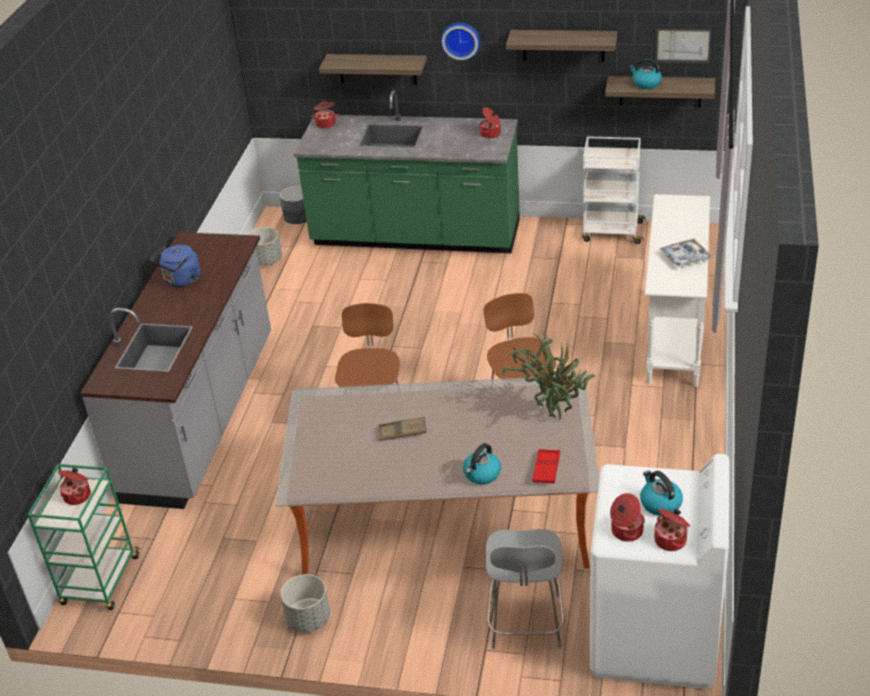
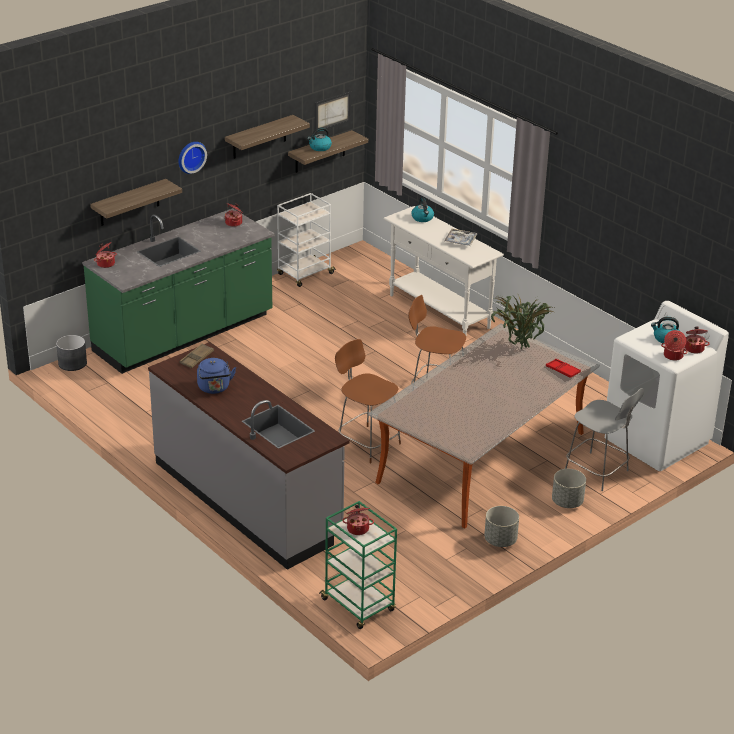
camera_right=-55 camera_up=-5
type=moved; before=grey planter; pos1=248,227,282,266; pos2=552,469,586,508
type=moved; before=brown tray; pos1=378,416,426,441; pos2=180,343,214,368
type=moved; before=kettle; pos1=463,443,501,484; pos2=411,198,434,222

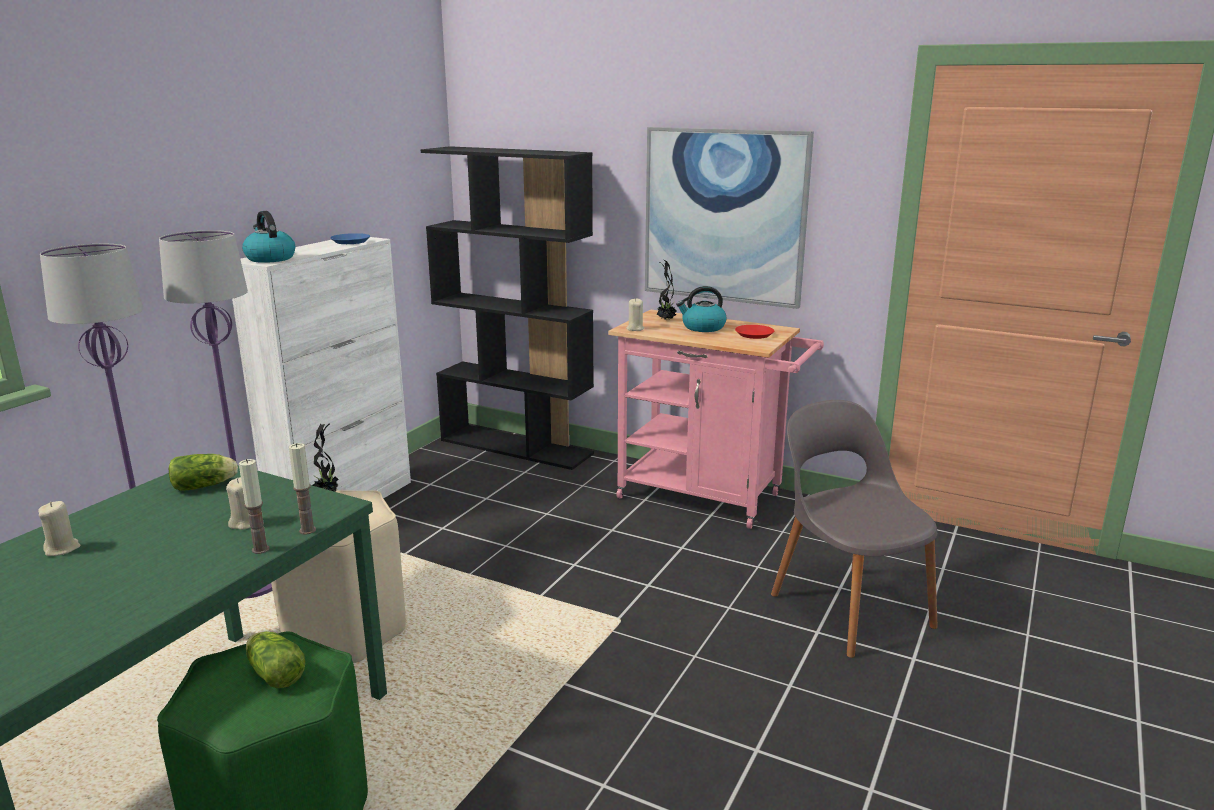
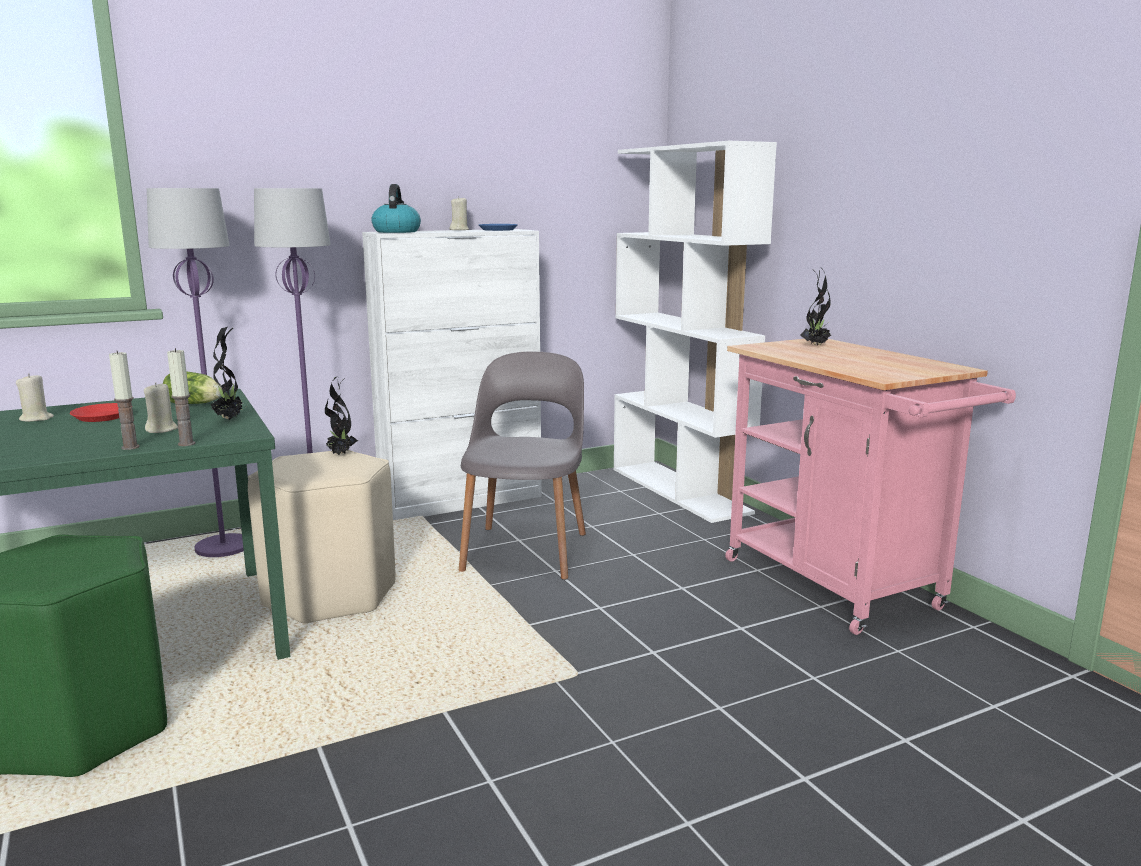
camera_right=35 camera_up=-5
type=removed; before=lettuce; pos1=246,631,305,688
type=removed; before=picture; pos1=645,127,814,309
type=removed; before=kettle; pos1=676,286,727,332
type=added; after=potted plant; pos2=211,327,246,420
type=moved; before=beige candle; pos1=626,298,644,331; pos2=450,196,469,230
type=moved; before=red plate; pos1=735,325,774,339; pos2=70,403,132,422
type=moved; before=grey chair; pos1=771,400,938,658; pos2=458,352,586,580
type=recoloured; before=black bookcase; after=white bookcase; pos1=421,146,594,470; pos2=614,141,777,523

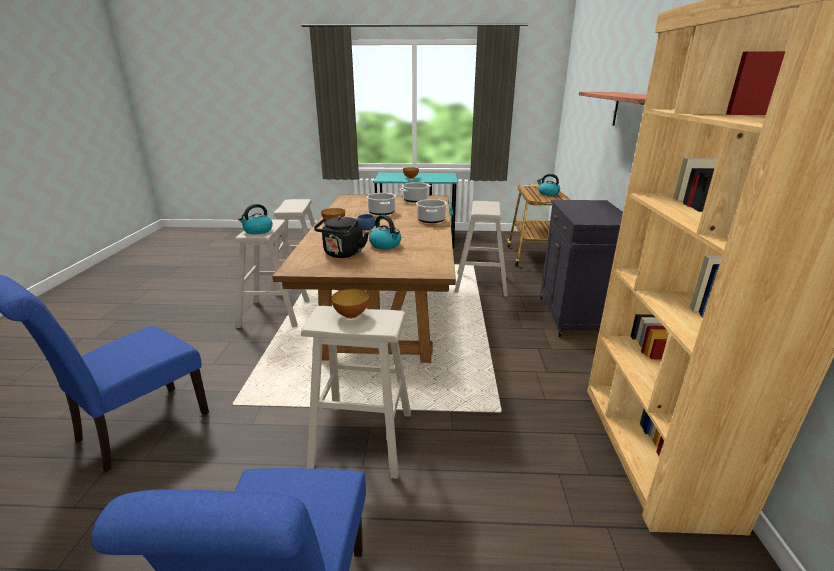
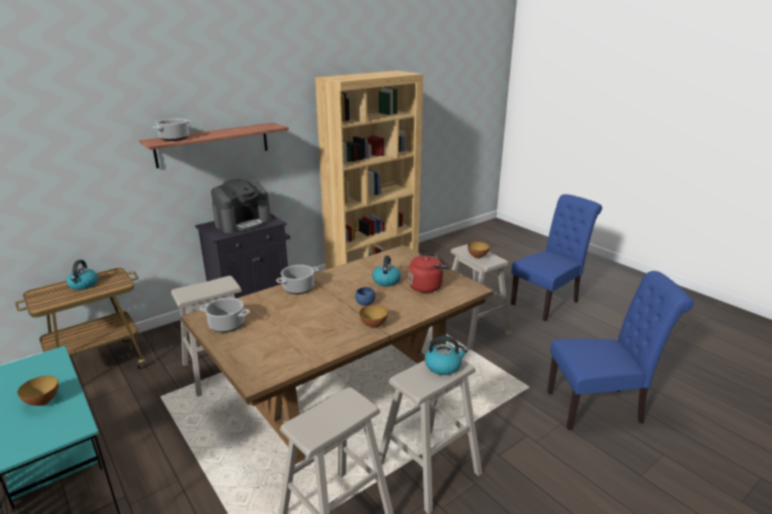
camera_right=-130 camera_up=0
type=added; after=coffee machine; pos2=211,179,271,233
type=moved; before=cooking pot; pos1=367,193,396,215; pos2=152,118,191,141
type=recoloured; before=black kettle; after=red kettle; pos1=314,216,368,258; pos2=408,253,450,293

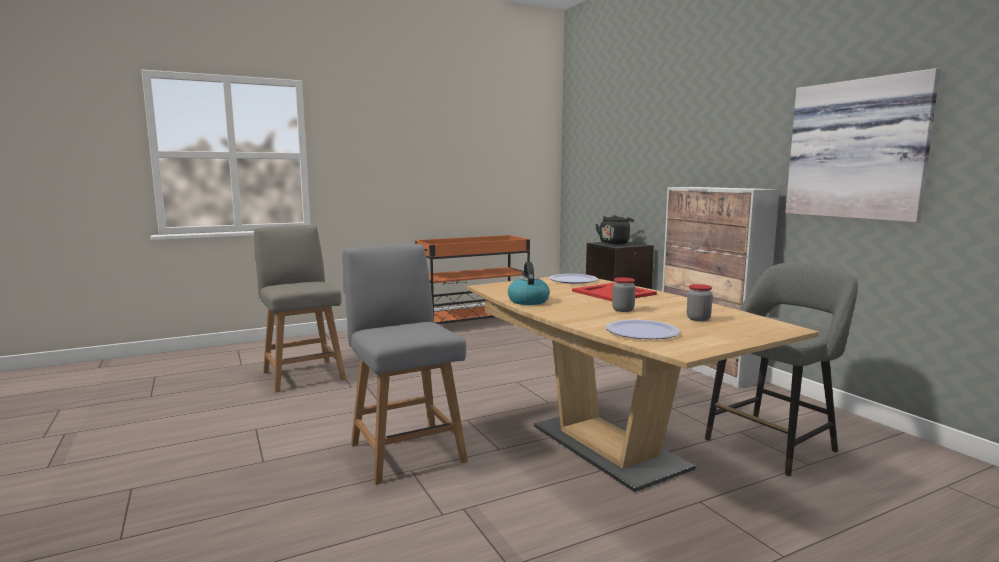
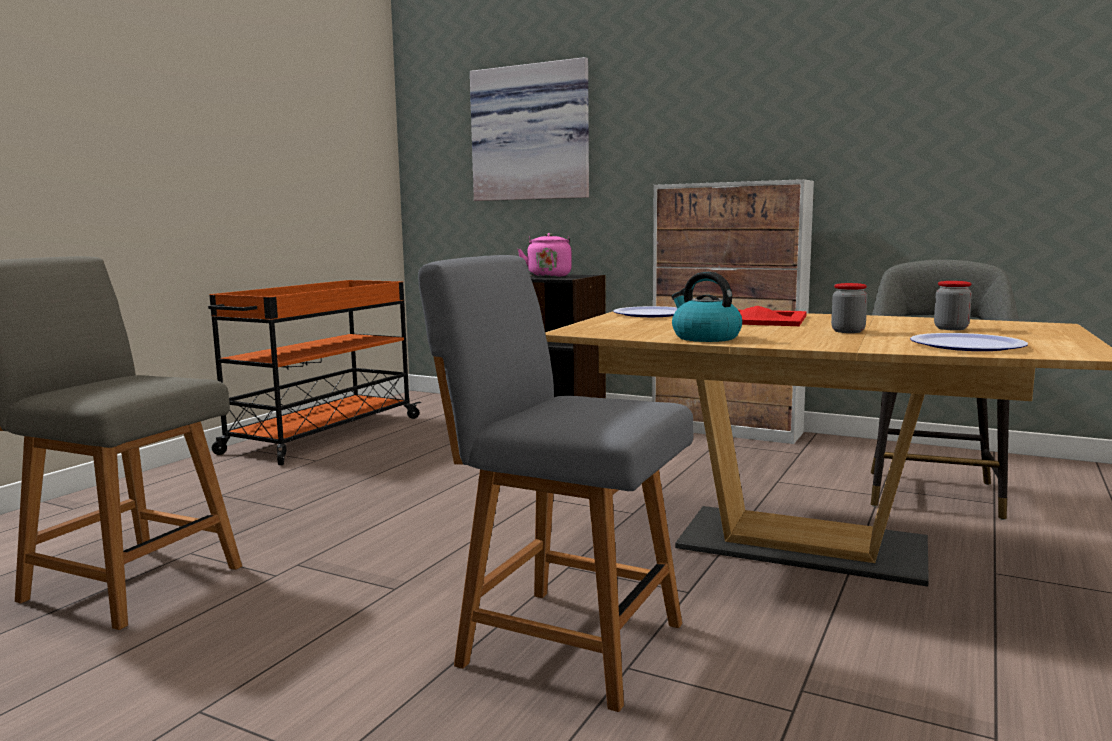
camera_right=-35 camera_up=0
type=moved; before=picture; pos1=785,68,940,222; pos2=470,57,589,201
type=recoloured; before=black kettle; after=pink kettle; pos1=596,215,634,244; pos2=518,233,572,277

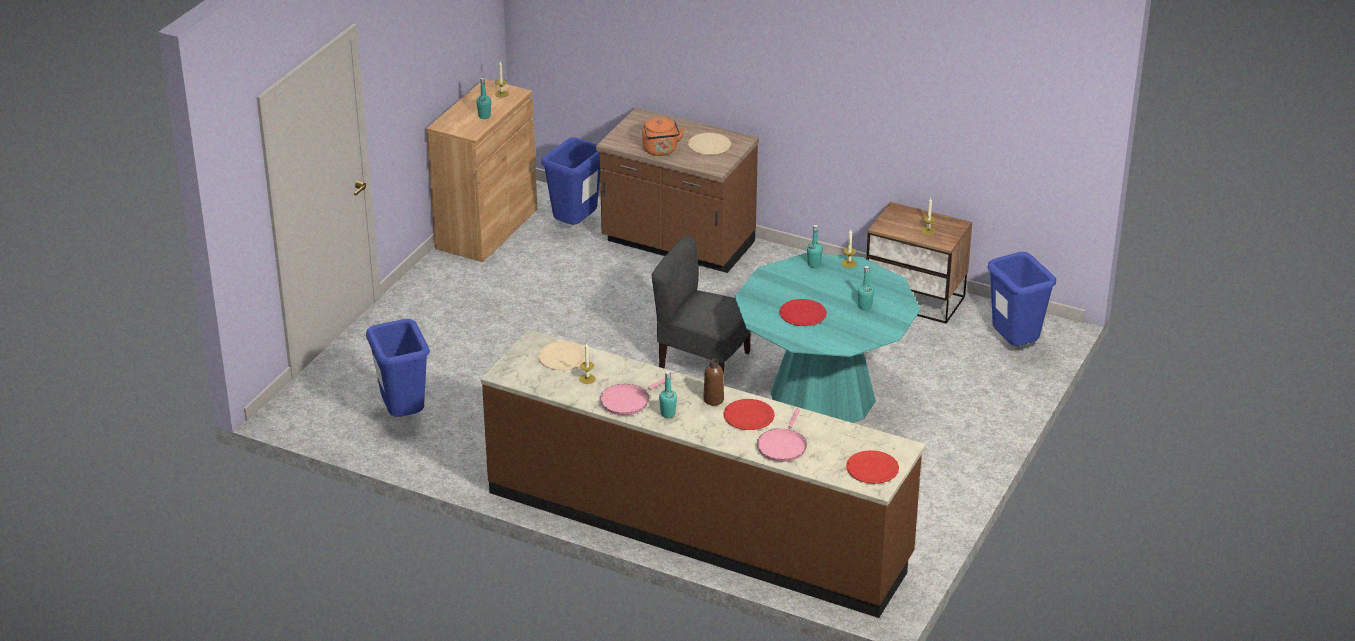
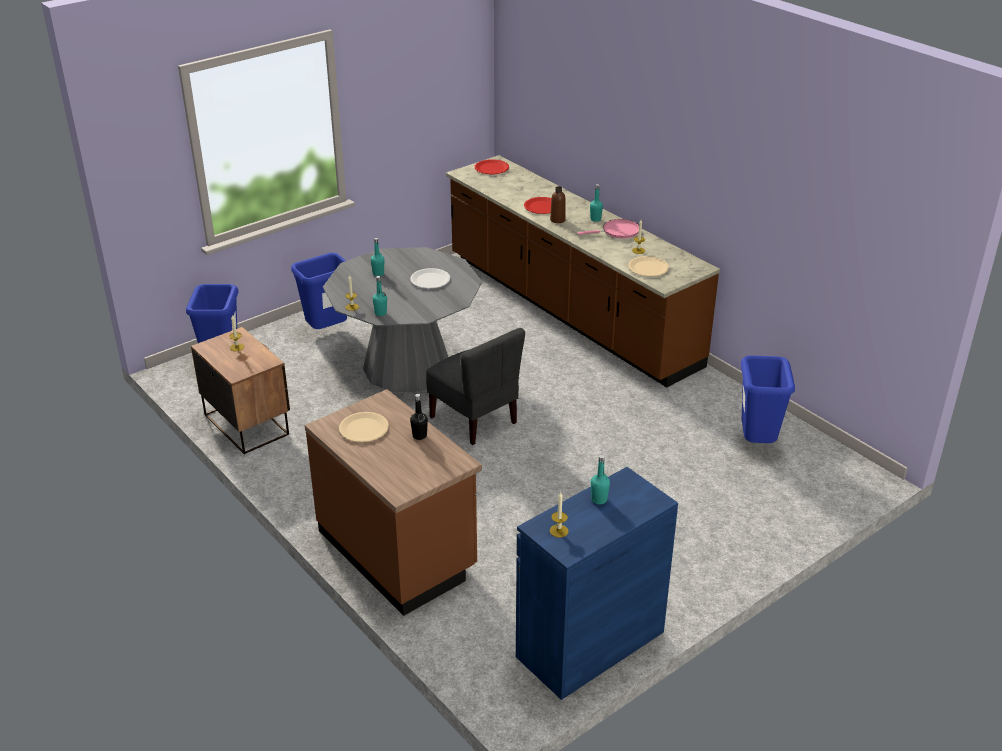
camera_right=-155 camera_up=0
type=removed; before=pink frying pan; pos1=757,409,807,462
type=moved; before=blue trash can; pos1=541,137,601,225; pos2=291,252,347,329
type=replaced; before=orange kettle; after=black bottle; pos1=642,117,685,156; pos2=410,394,428,440
type=recoloured; before=brown cabinet; after=blue cabinet; pos1=426,79,537,262; pos2=516,467,678,700
type=recoloured; before=turquoise dining table; after=grey dining table; pos1=735,253,921,423; pos2=323,247,482,392
type=recoloured; before=red plate; after=white plate; pos1=779,299,827,326; pos2=410,268,450,289

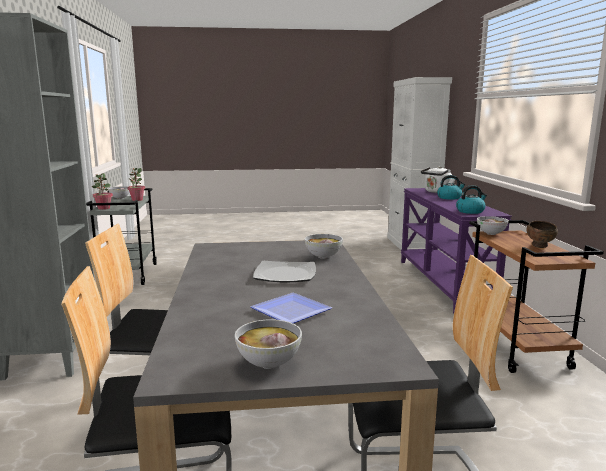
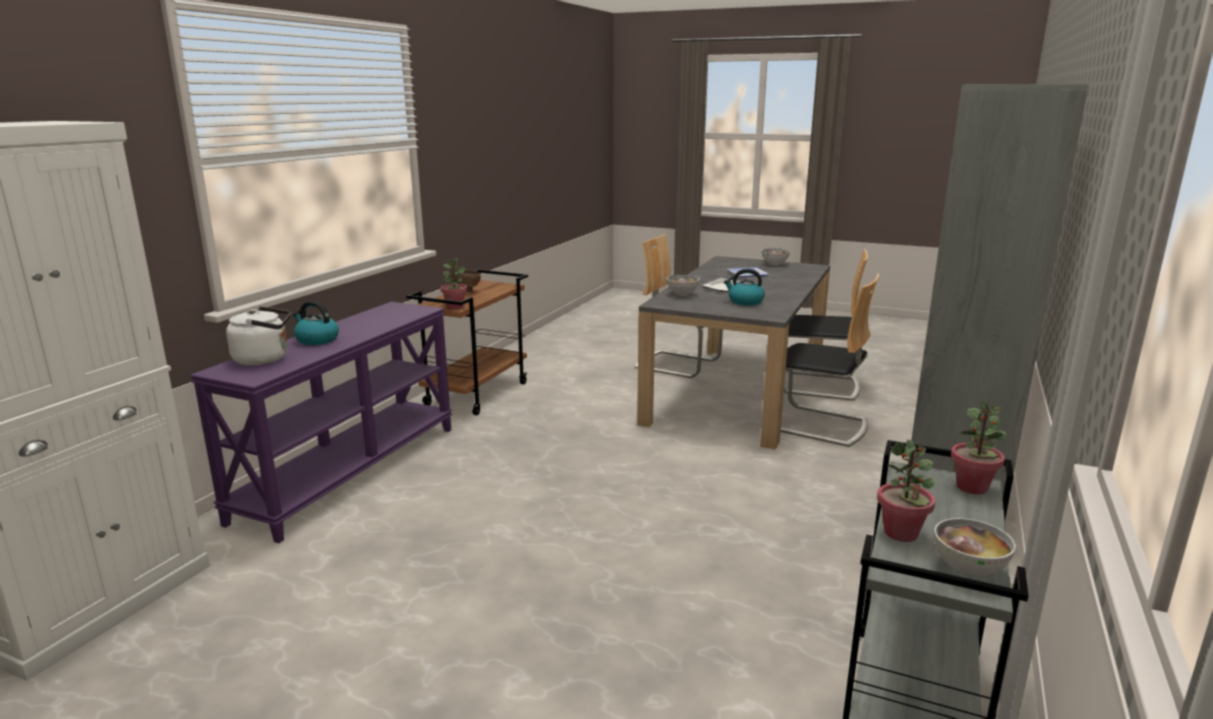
camera_right=-150 camera_up=5
type=moved; before=kettle; pos1=456,185,487,214; pos2=724,269,765,306
type=replaced; before=bowl; after=potted plant; pos1=477,216,509,235; pos2=441,258,467,309

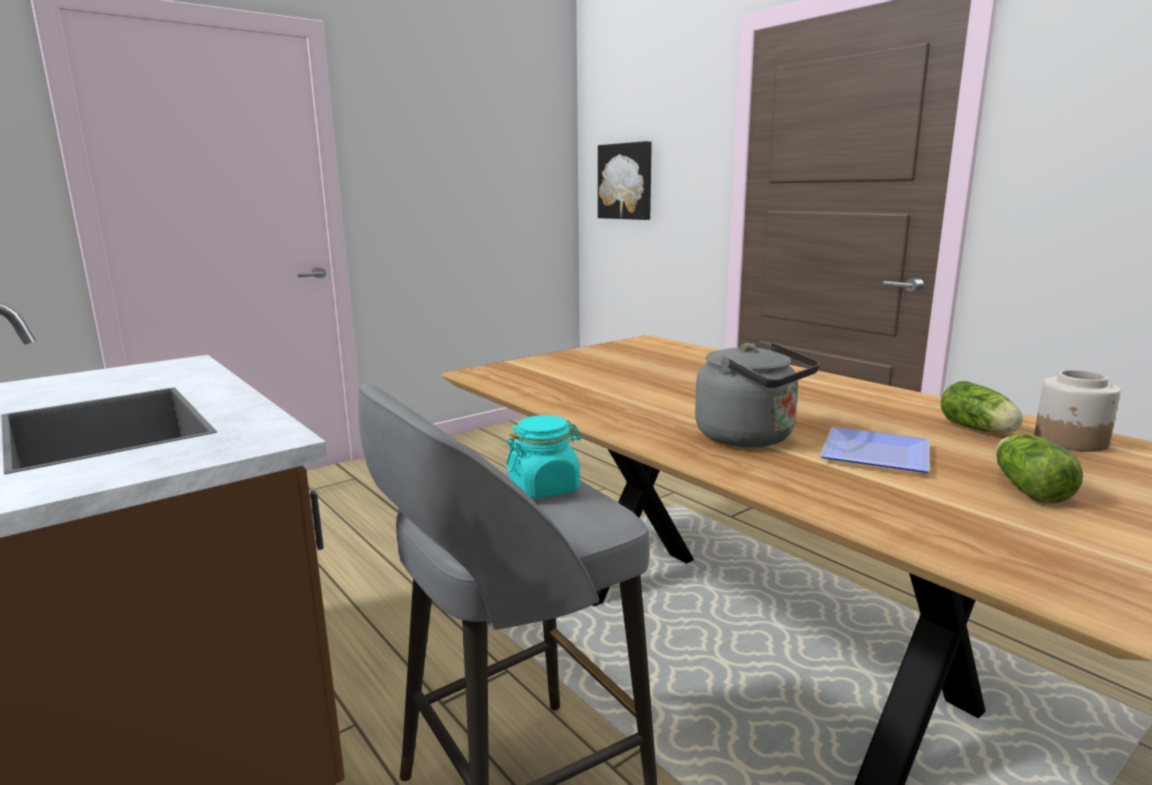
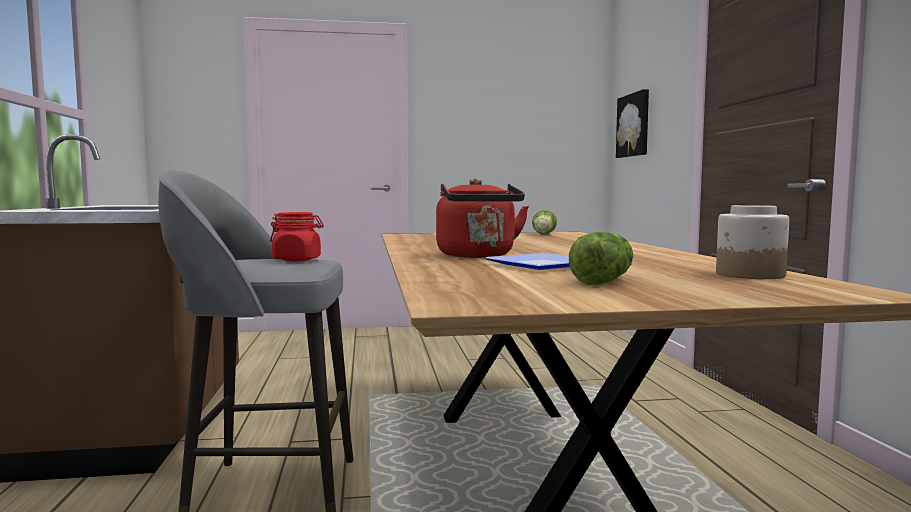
camera_right=30 camera_up=-10
type=moved; before=lettuce; pos1=940,381,1023,433; pos2=532,210,557,234
type=recoloured; before=turquoise jar; after=red jar; pos1=505,415,582,498; pos2=270,212,324,261
type=recoloured; before=grey kettle; after=red kettle; pos1=695,343,820,447; pos2=436,179,529,258

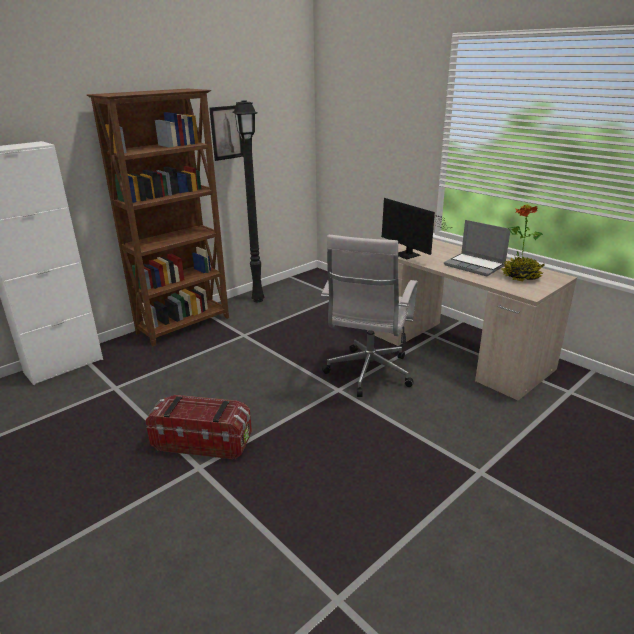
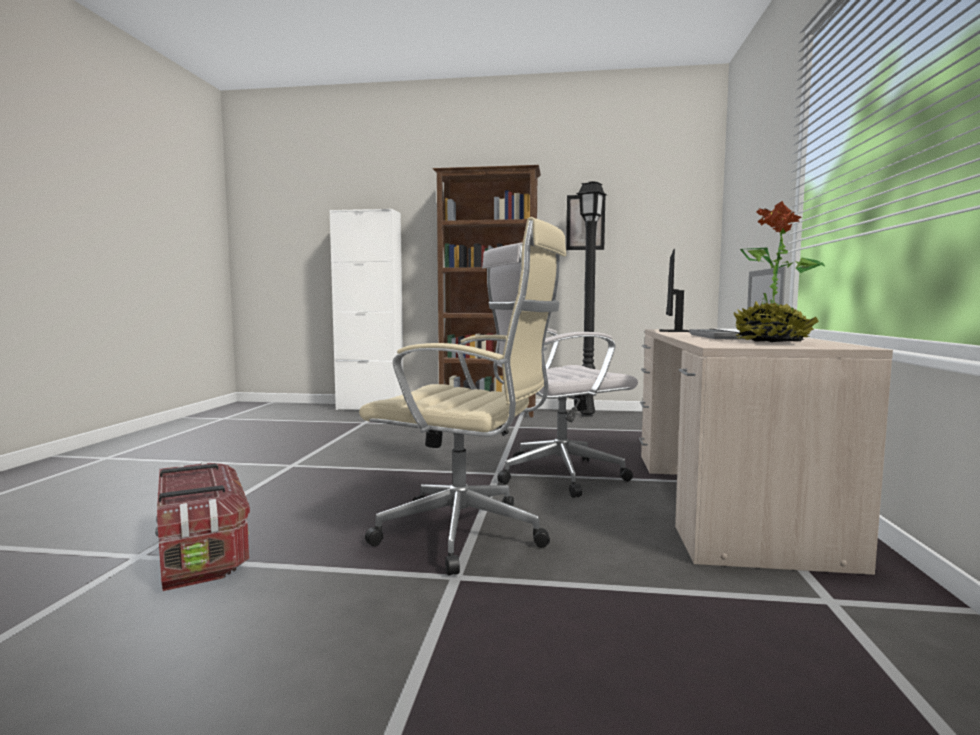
camera_right=50 camera_up=-20
type=added; after=beige office chair; pos2=359,217,567,576
type=moved; before=storage box; pos1=145,395,252,460; pos2=155,461,250,591

